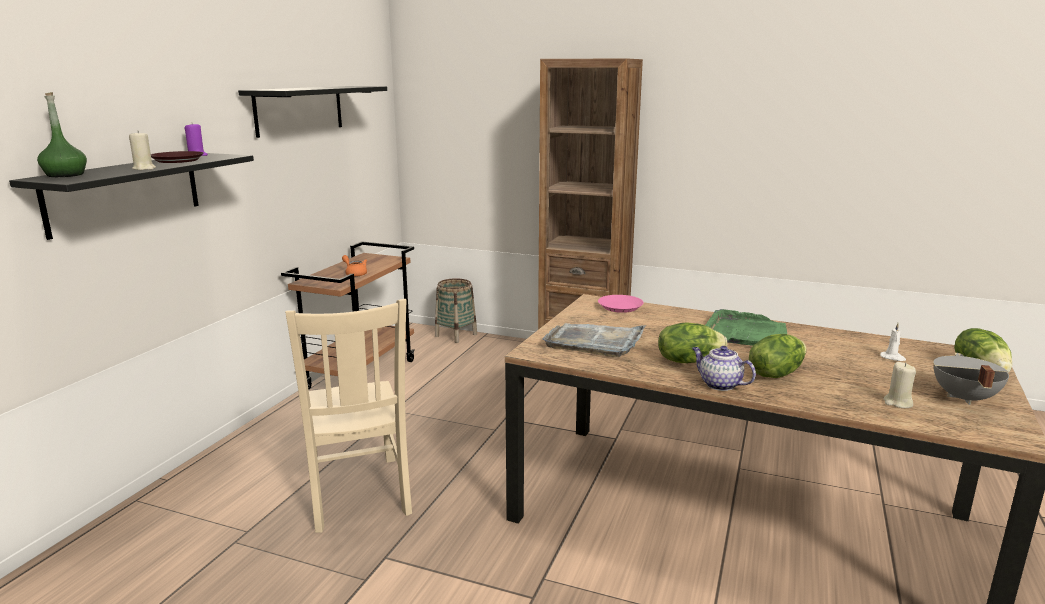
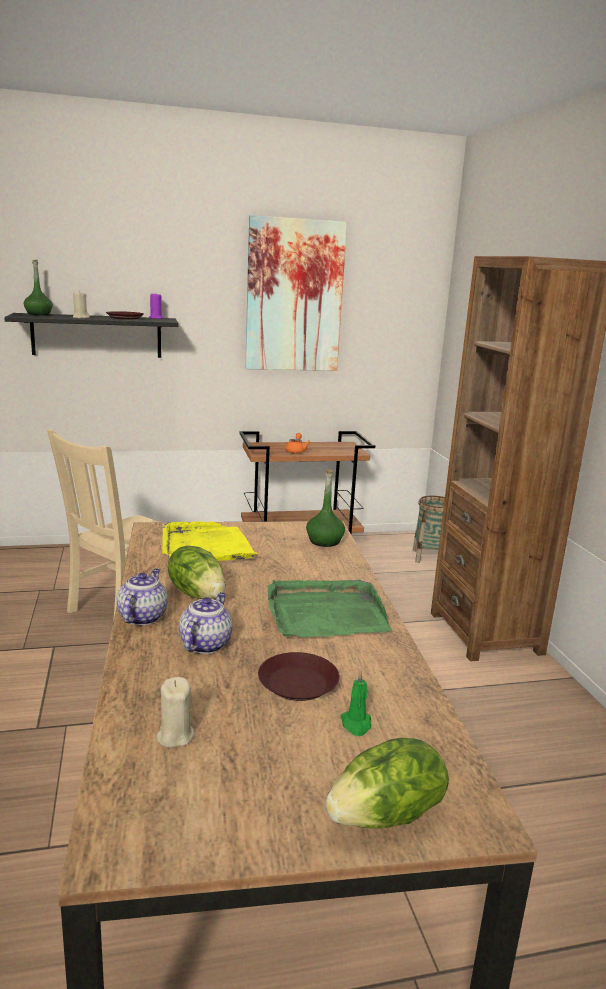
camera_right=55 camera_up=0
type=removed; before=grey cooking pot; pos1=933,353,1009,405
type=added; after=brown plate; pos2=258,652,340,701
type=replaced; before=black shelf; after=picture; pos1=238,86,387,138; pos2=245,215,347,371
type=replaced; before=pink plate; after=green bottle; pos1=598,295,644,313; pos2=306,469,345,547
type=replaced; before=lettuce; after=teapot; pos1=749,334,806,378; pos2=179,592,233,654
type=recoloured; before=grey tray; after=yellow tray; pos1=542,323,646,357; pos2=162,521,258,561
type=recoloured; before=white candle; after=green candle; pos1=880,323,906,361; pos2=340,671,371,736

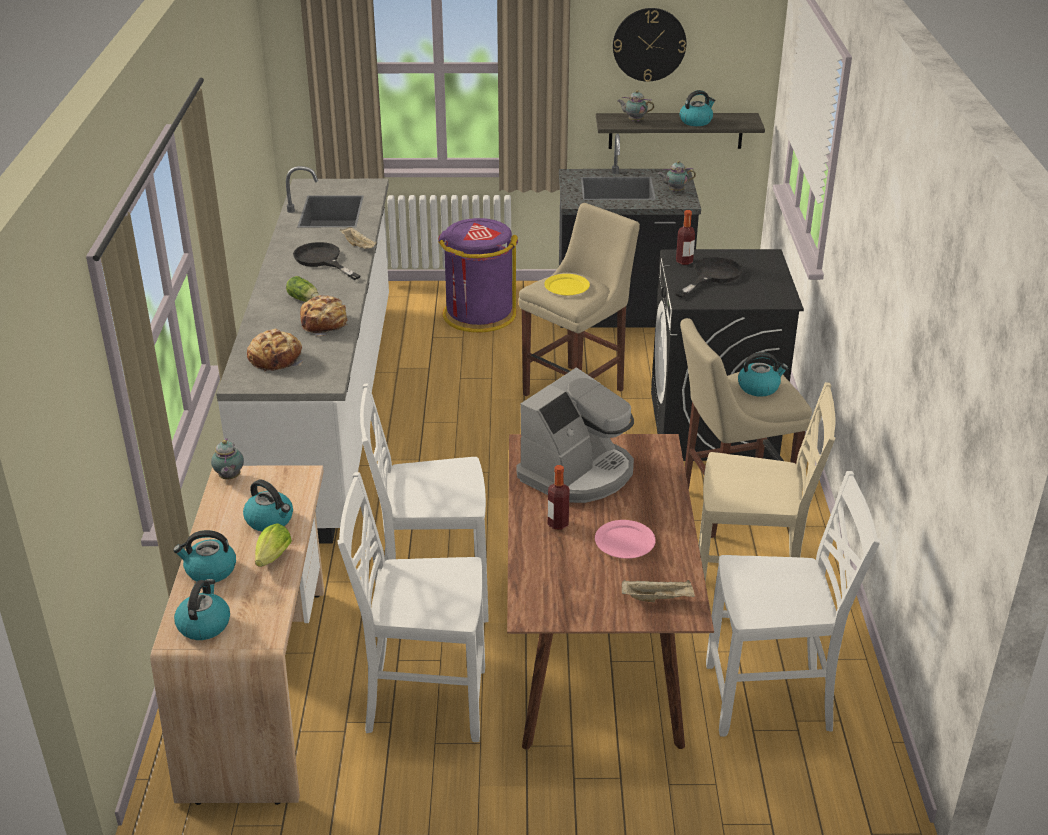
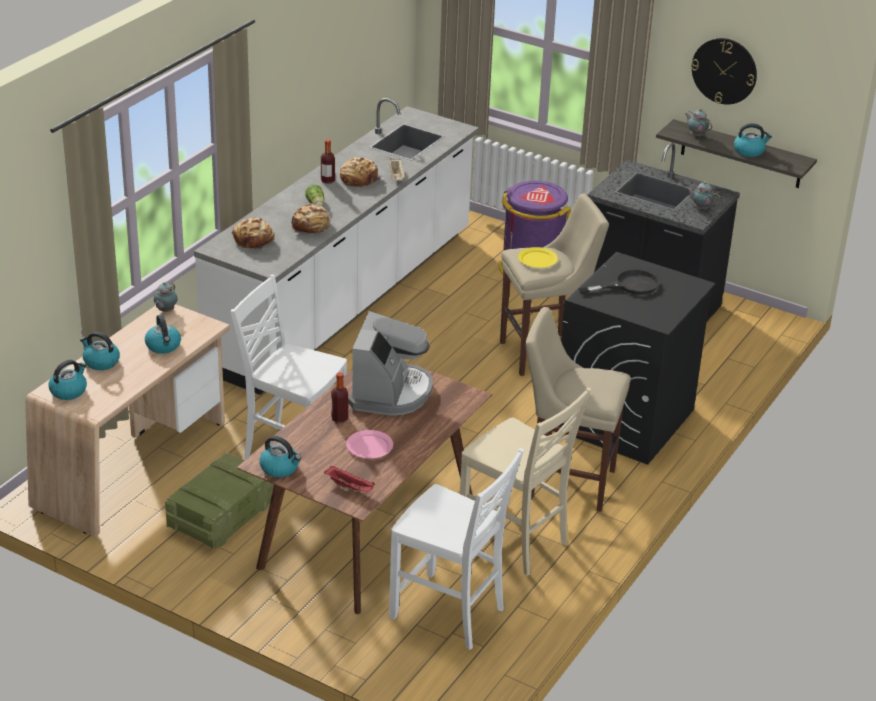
camera_right=30 camera_up=0
type=removed; before=lettuce; pos1=255,523,292,567
type=moved; before=bottle; pos1=676,210,695,265; pos2=321,139,335,184
type=moved; before=kettle; pos1=738,352,788,397; pos2=260,436,301,477
type=replaced; before=black frying pan; after=bread; pos1=293,242,361,280; pos2=340,157,384,187
type=replaced; before=white chair; after=crate; pos1=337,472,485,742; pos2=165,452,274,549
type=recoloured; before=beige tray; after=red tray; pos1=622,580,695,602; pos2=324,466,375,493
type=turned; before=coffee machine; pos1=516,367,634,503; pos2=349,311,433,416; turn=-60

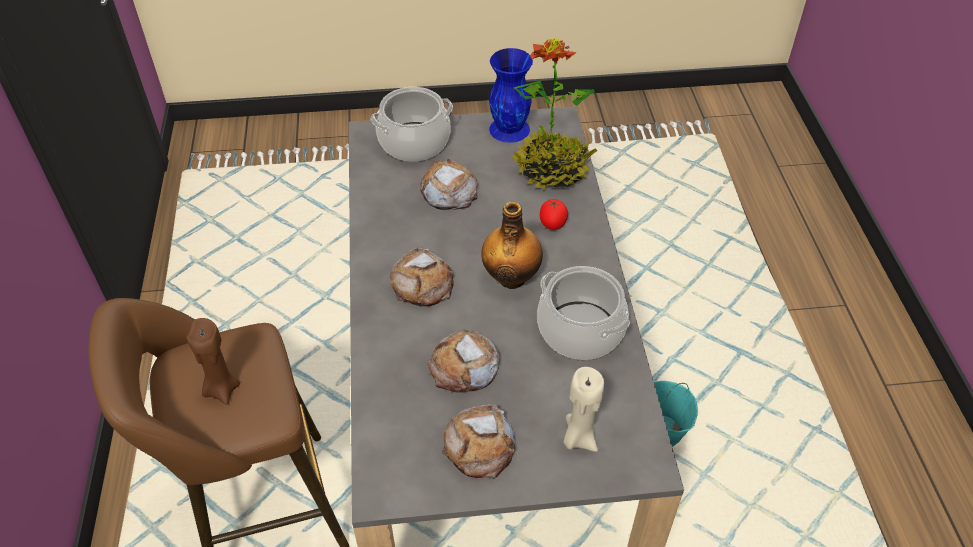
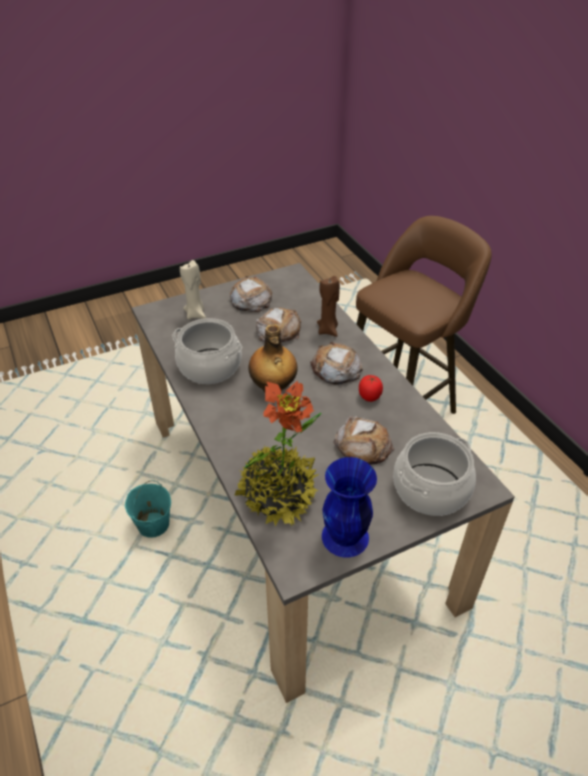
camera_right=160 camera_up=-5
type=moved; before=brown candle; pos1=186,318,240,405; pos2=317,276,340,337
type=moved; before=tomato; pos1=540,199,568,230; pos2=359,375,383,402

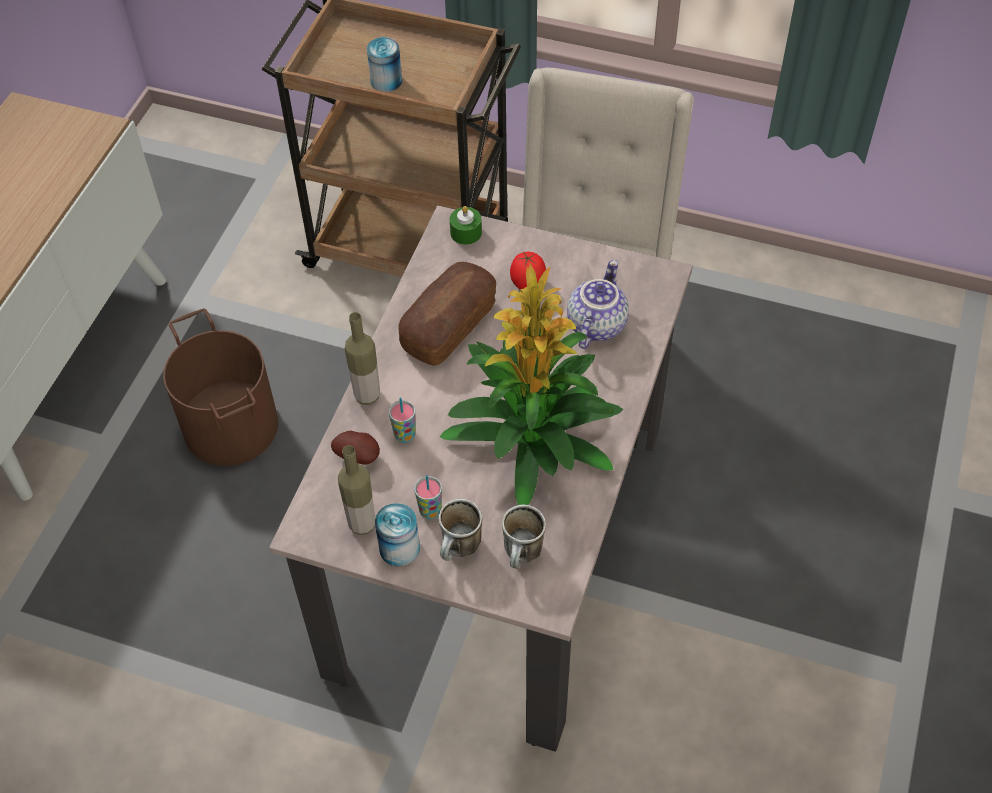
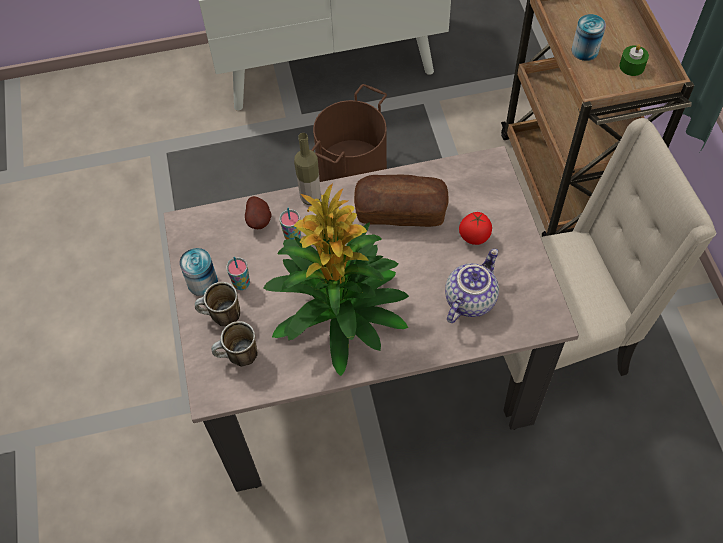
camera_right=60 camera_up=5
type=removed; before=bottle; pos1=338,445,375,535
type=moved; before=green candle; pos1=450,206,482,245; pos2=619,44,649,76
type=turned; before=teapot; pos1=567,260,629,349; pos2=445,249,499,323; turn=-45

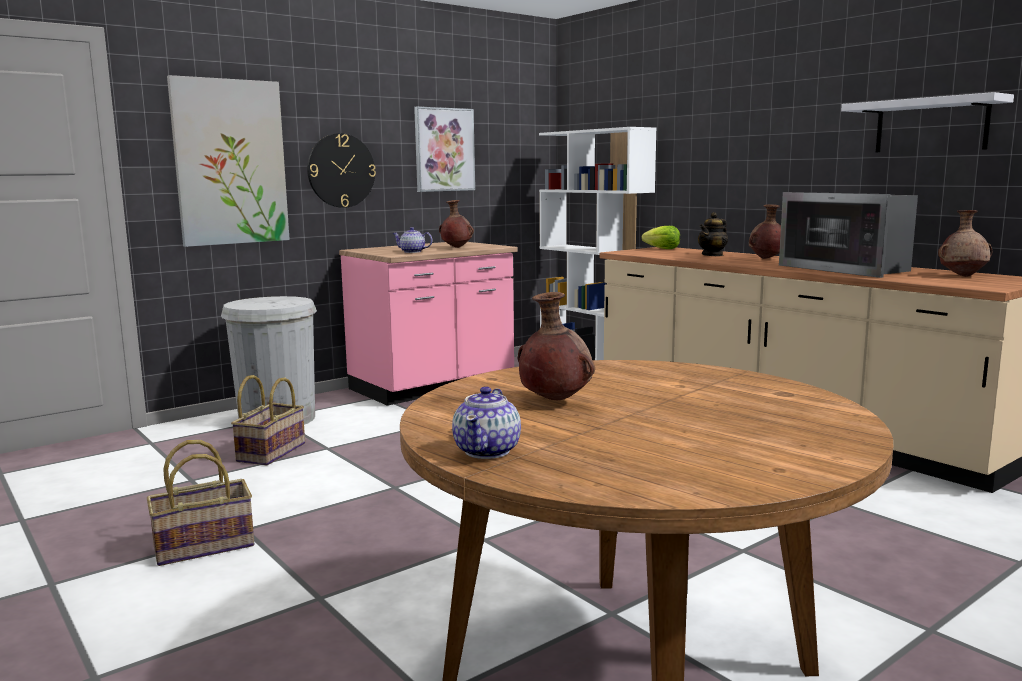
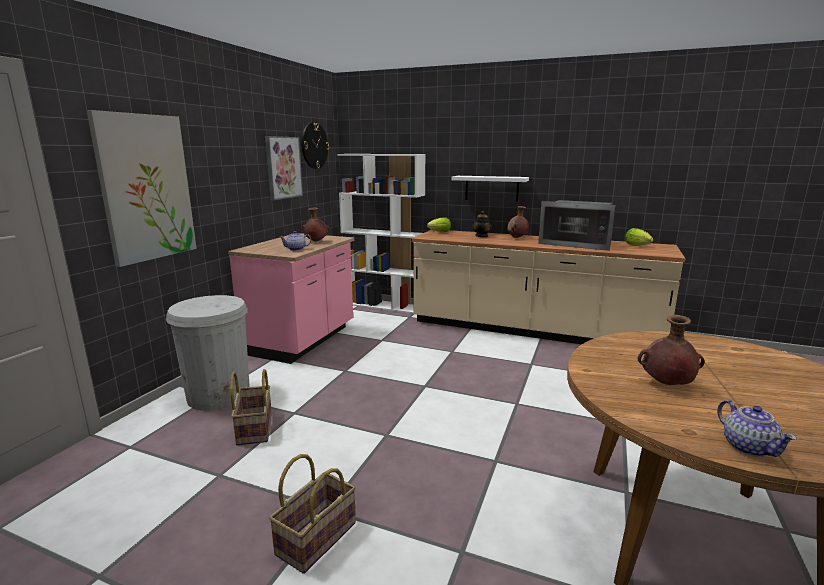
camera_right=-30 camera_up=5
type=moved; before=wall clock; pos1=307,133,376,208; pos2=301,122,329,169
type=moved; before=white shelf; pos1=841,92,1014,152; pos2=452,176,529,202
type=replaced; before=brown vase; after=lettuce; pos1=938,210,992,277; pos2=625,228,653,246

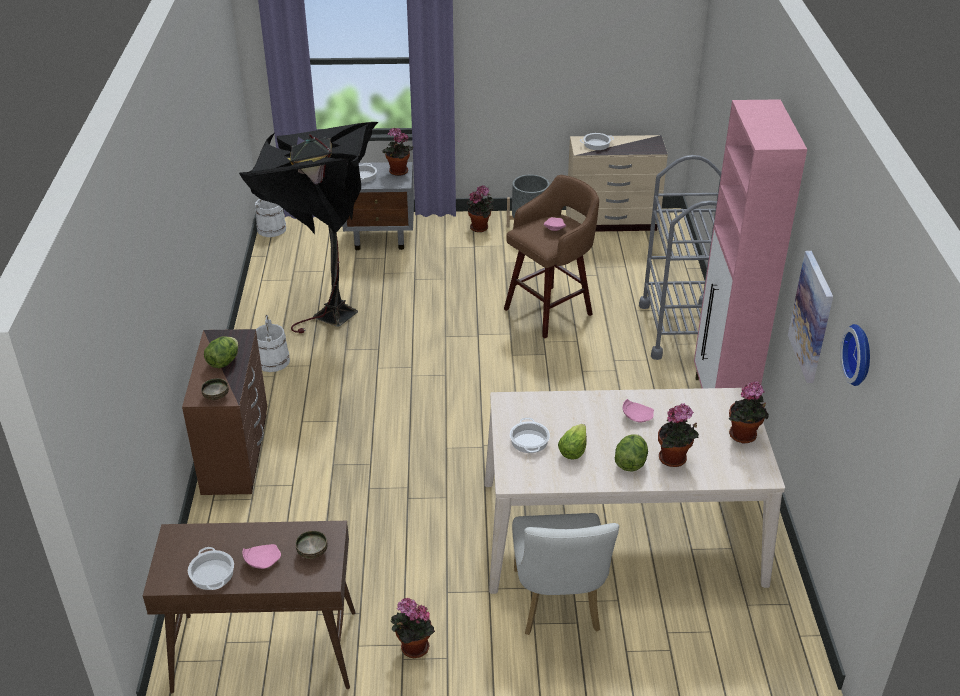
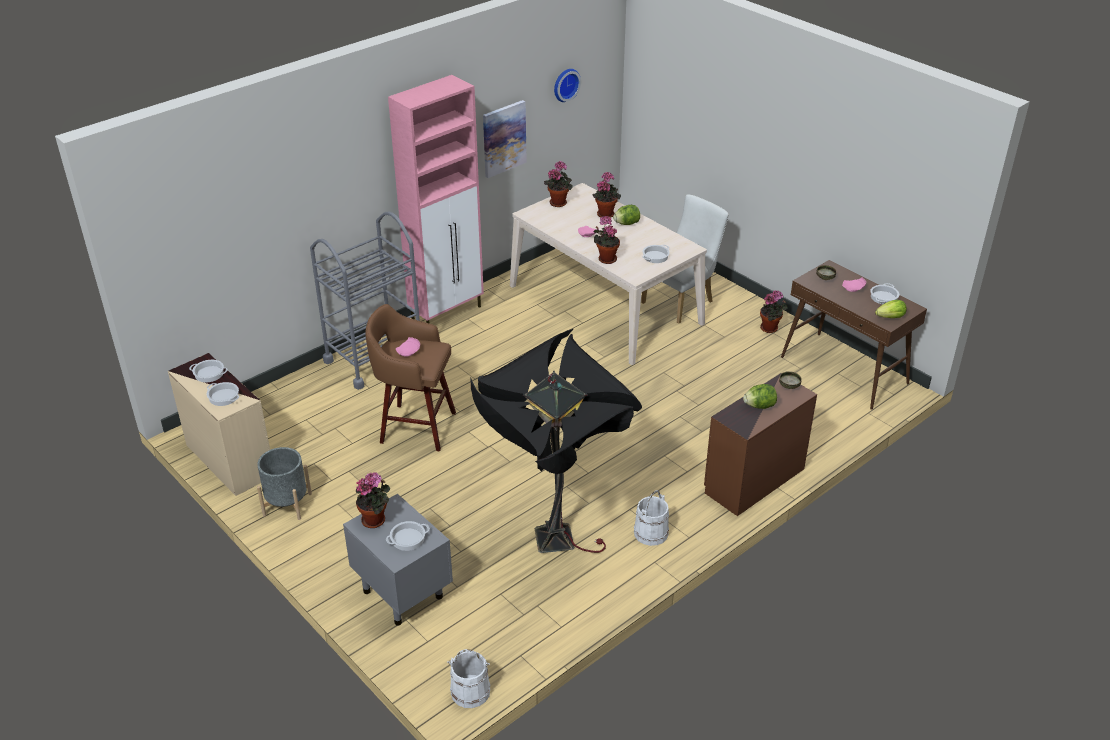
camera_right=-130 camera_up=0
type=added; after=cooking pot; pos2=189,360,228,382
type=moved; before=potted plant; pos1=467,185,494,232; pos2=593,216,620,264
type=moved; before=lettuce; pos1=558,424,587,459; pos2=875,300,906,318

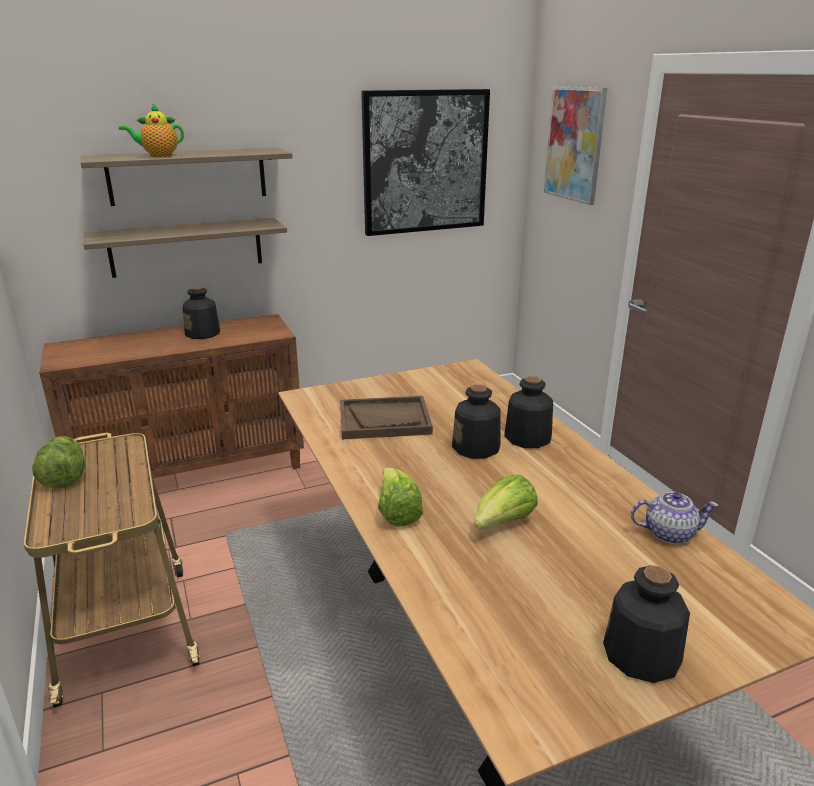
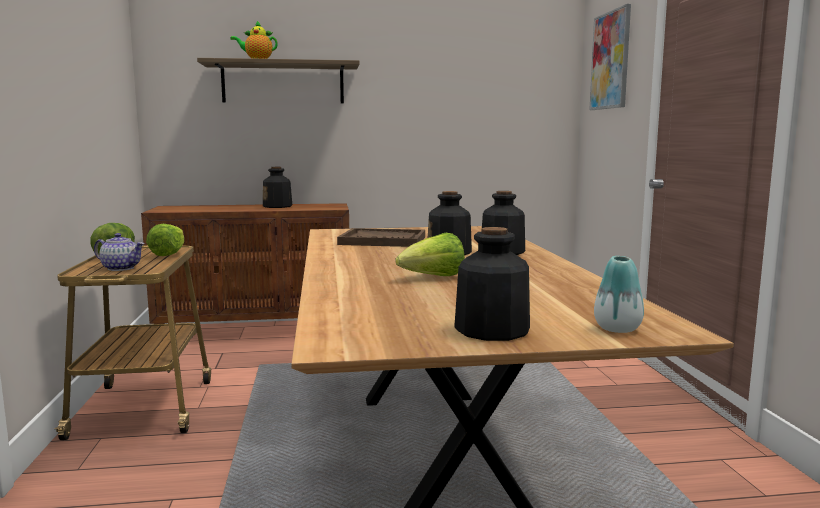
camera_right=15 camera_up=-15
type=removed; before=shelf; pos1=84,218,287,278
type=removed; before=picture; pos1=361,89,490,236
type=added; after=vase; pos2=594,256,644,333
type=moved; before=lettuce; pos1=378,468,423,527; pos2=146,224,184,256
type=moved; before=teapot; pos1=631,492,718,544; pos2=94,233,145,271

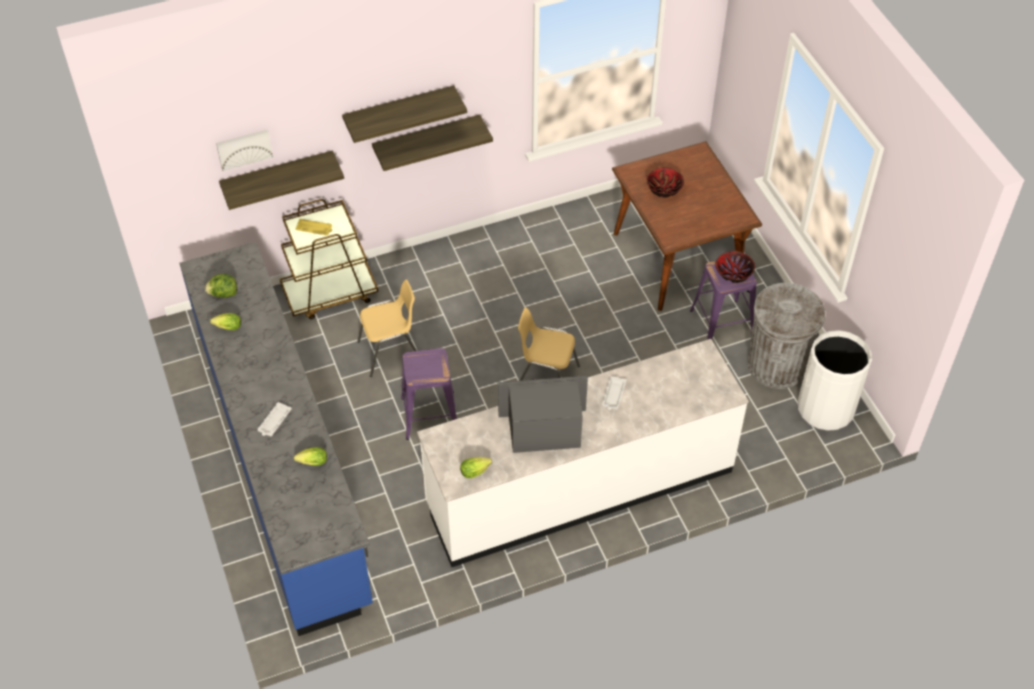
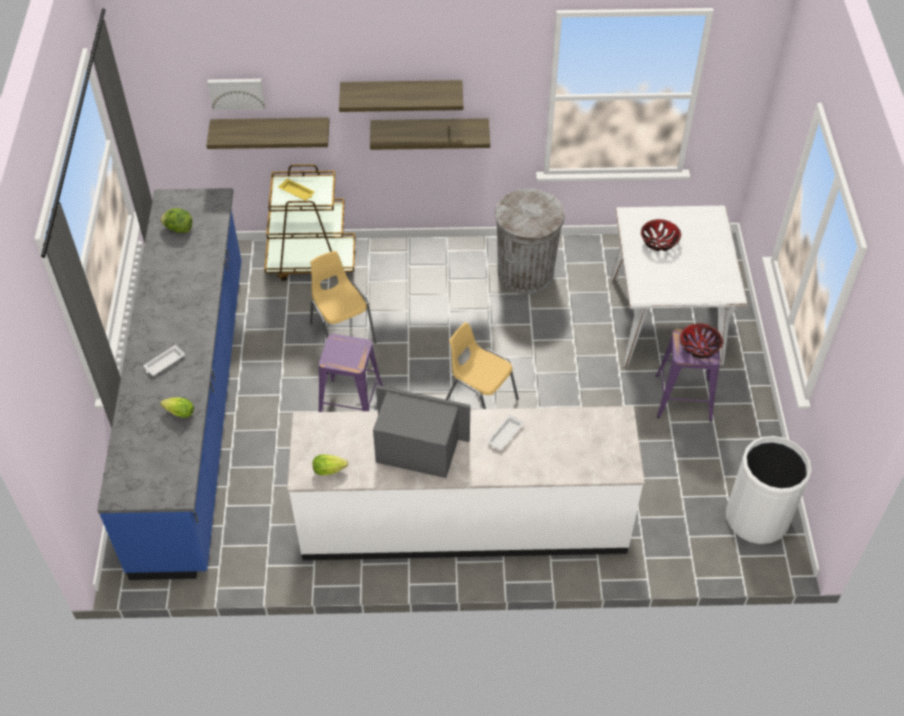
camera_right=20 camera_up=0
type=removed; before=lettuce; pos1=210,313,241,330
type=moved; before=grey trash can; pos1=748,283,825,389; pos2=495,188,565,294
type=recoloured; before=brown dining table; after=white dining table; pos1=612,141,762,311; pos2=611,206,748,368
type=turned; before=yellow chair; pos1=357,279,417,377; pos2=310,251,376,344; turn=-120

